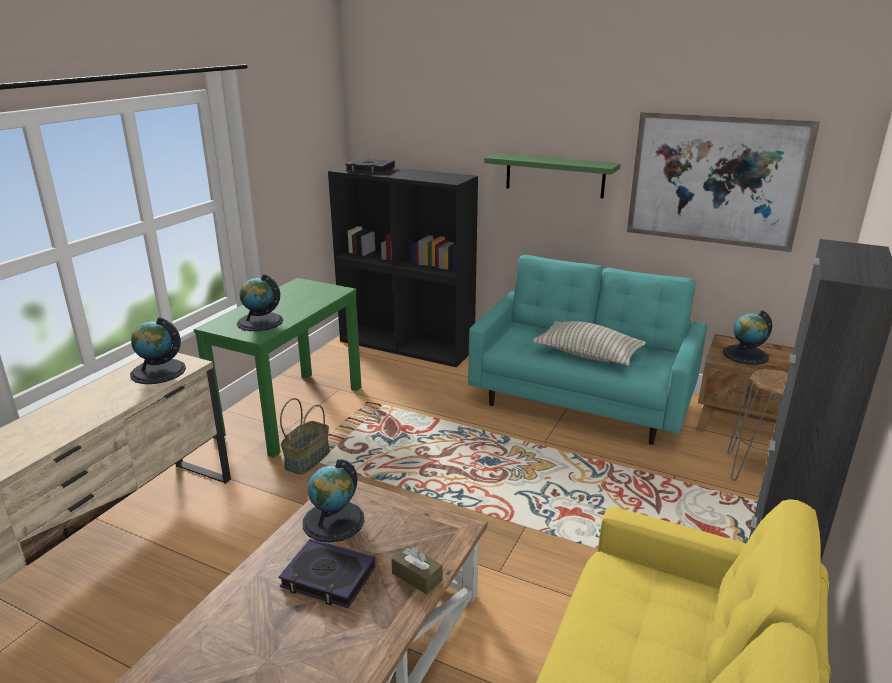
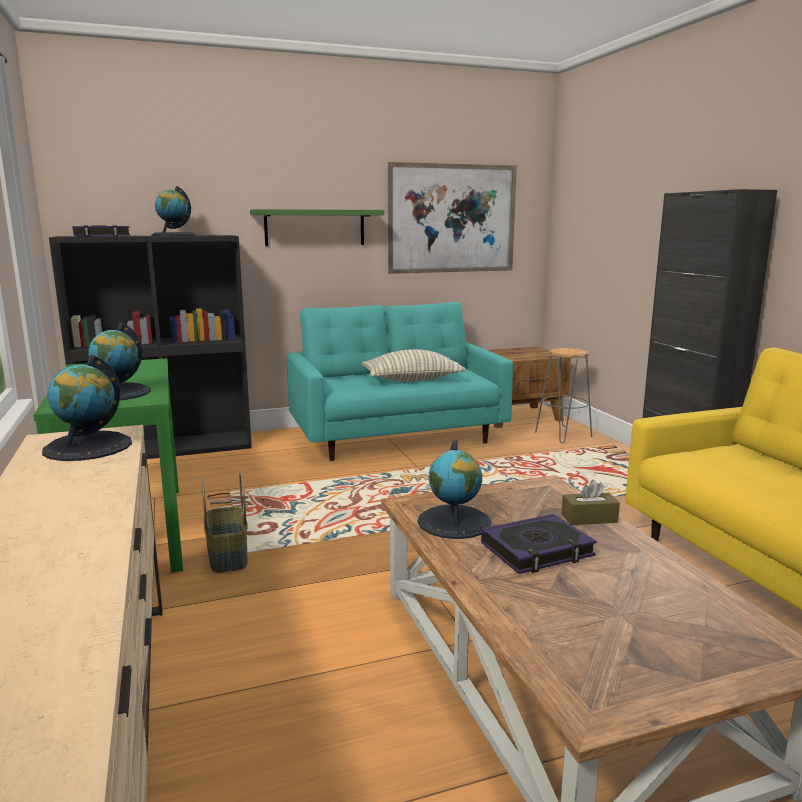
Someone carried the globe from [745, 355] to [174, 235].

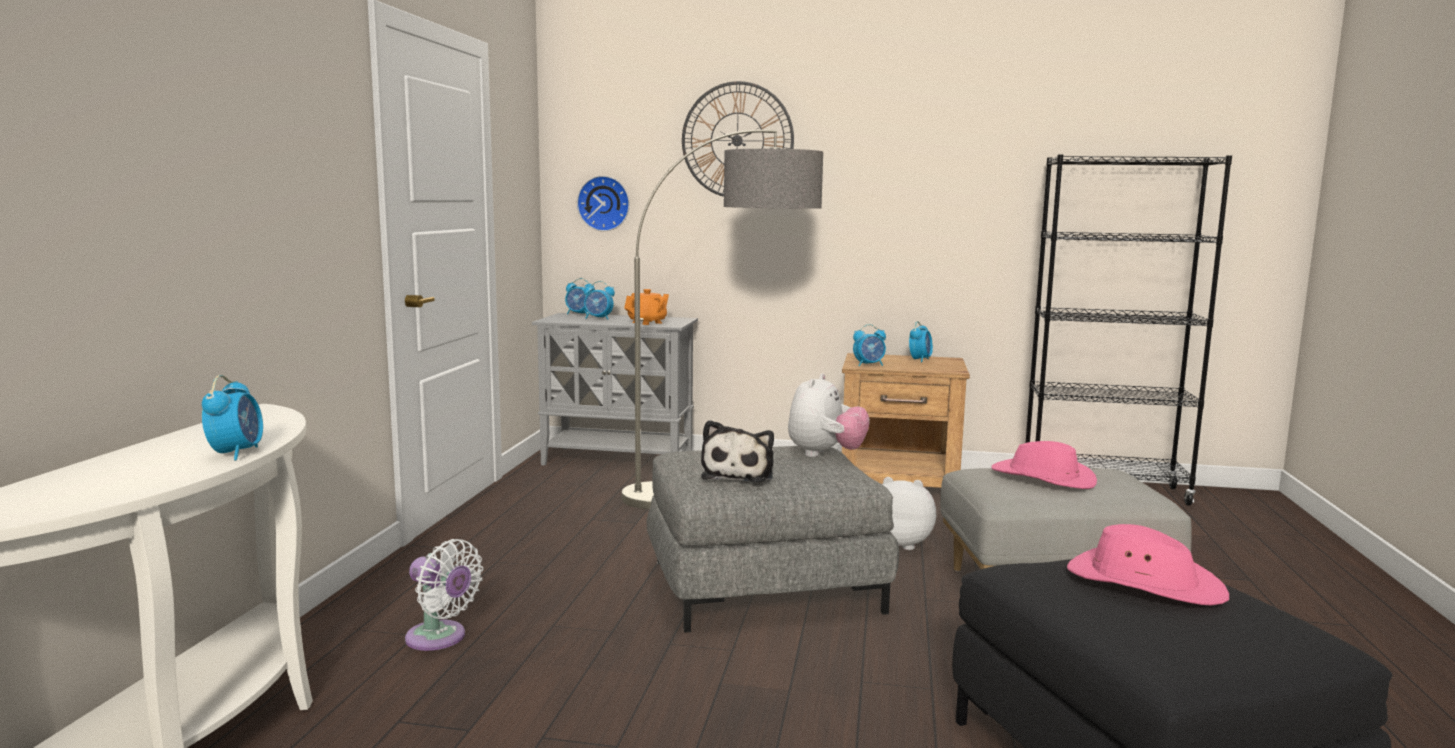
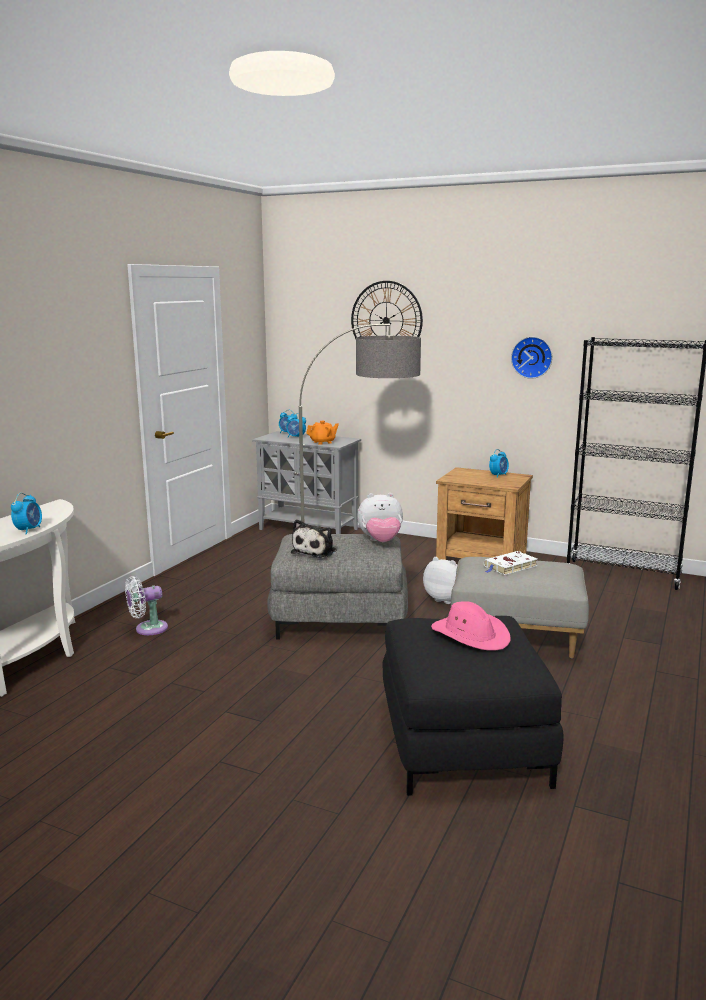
Someone rotated the white cooling fan at [440, 638] by 105 degrees clockwise.
Someone carried the hanging clock from [604, 203] to [532, 357].
Someone rotated the soft toy at [825, 454] by 45 degrees clockwise.
Someone took away the bedside clock at [869, 365].
Someone swapped the pinkish wearable hat at [1042, 478] for the white book at [509, 566].

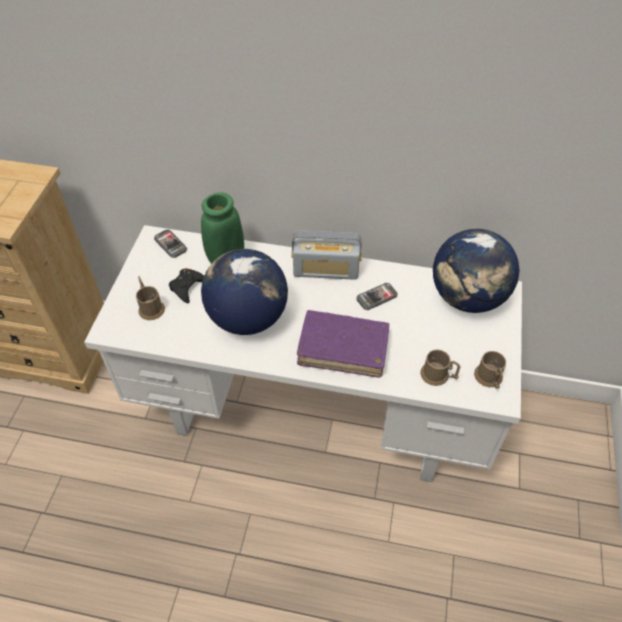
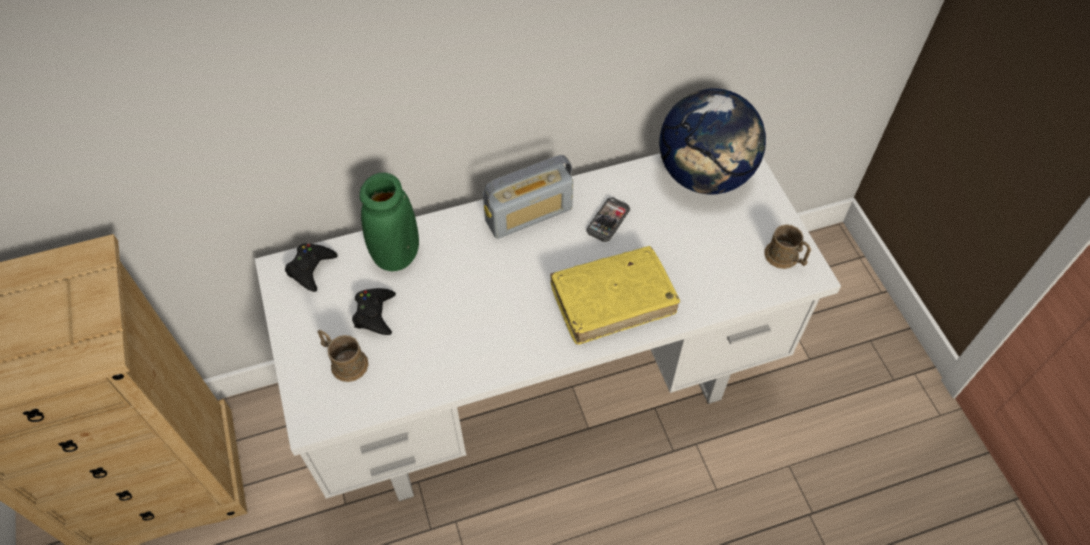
Someone swapped the phone at [170, 244] for the blackish joypad at [311, 268].
Someone took away the globe at [247, 318].
Someone repainted the purple book at [343, 349], which became the yellowish book at [613, 300].
Someone took away the brown coffee mug at [438, 376].

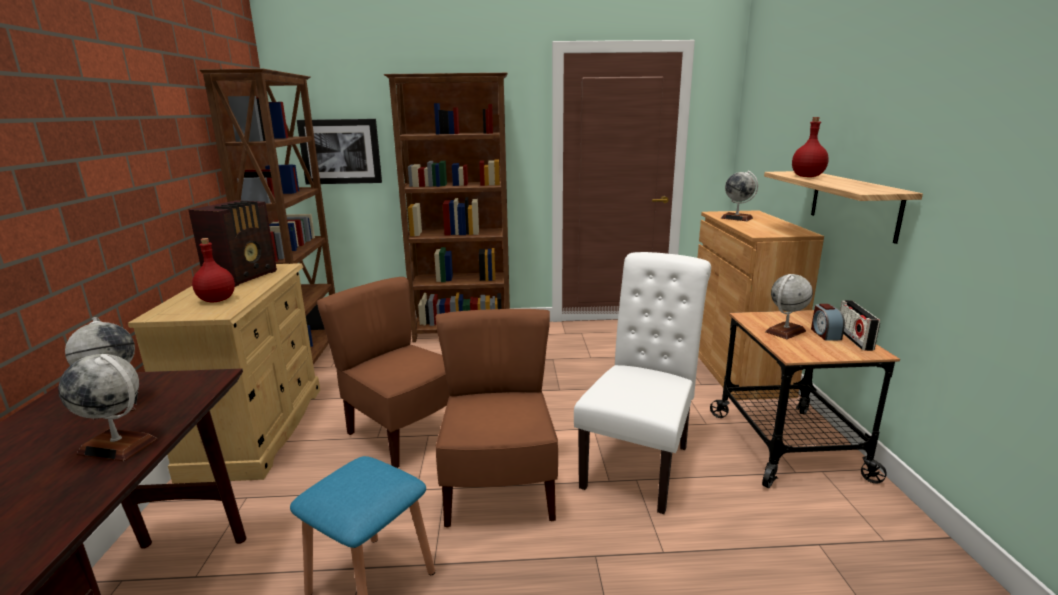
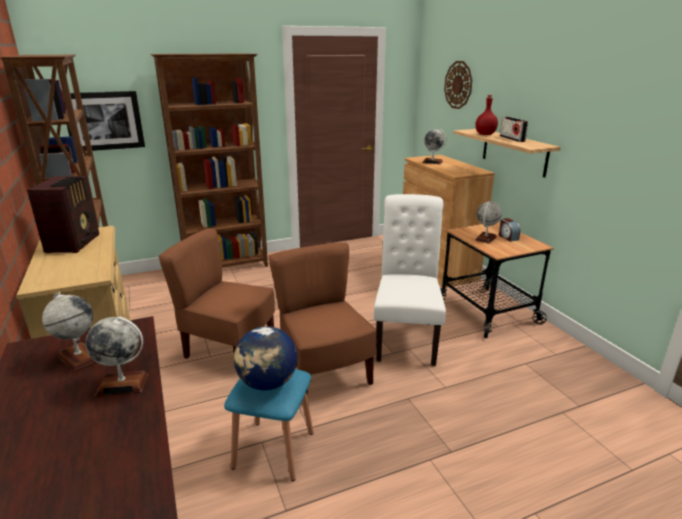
Someone took away the reddish drink bottle at [217, 300].
Someone carried the radio set from [854, 339] to [512, 139].
Someone put down the globe at [267, 383].
Someone put up the hanging clock at [458, 85].

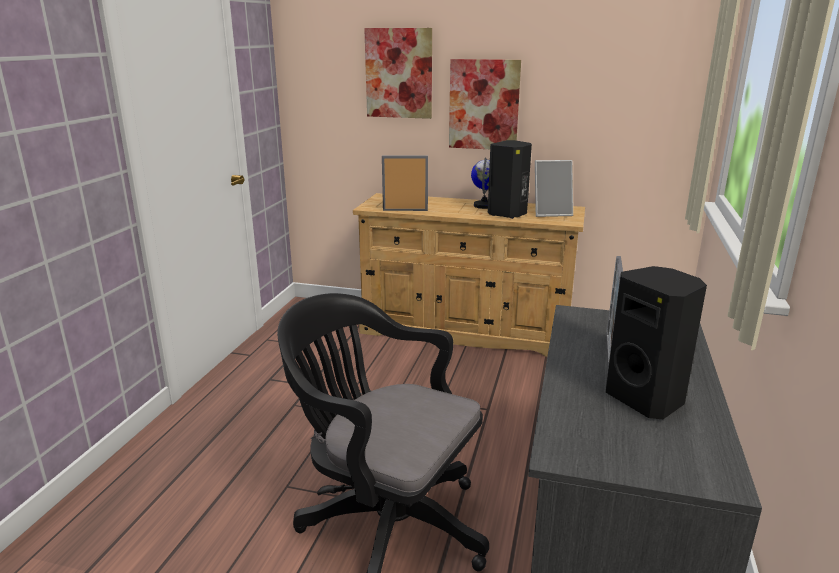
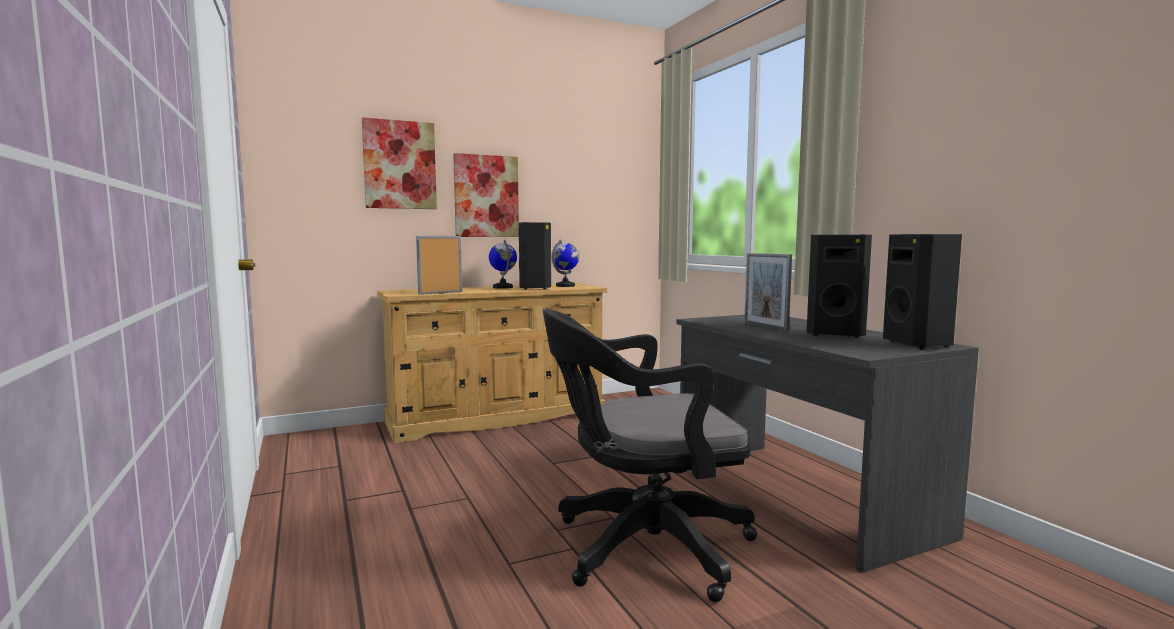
Someone swapped the picture frame at [551, 213] for the globe at [565, 286].
Someone put down the blackish audio speaker at [919, 344].

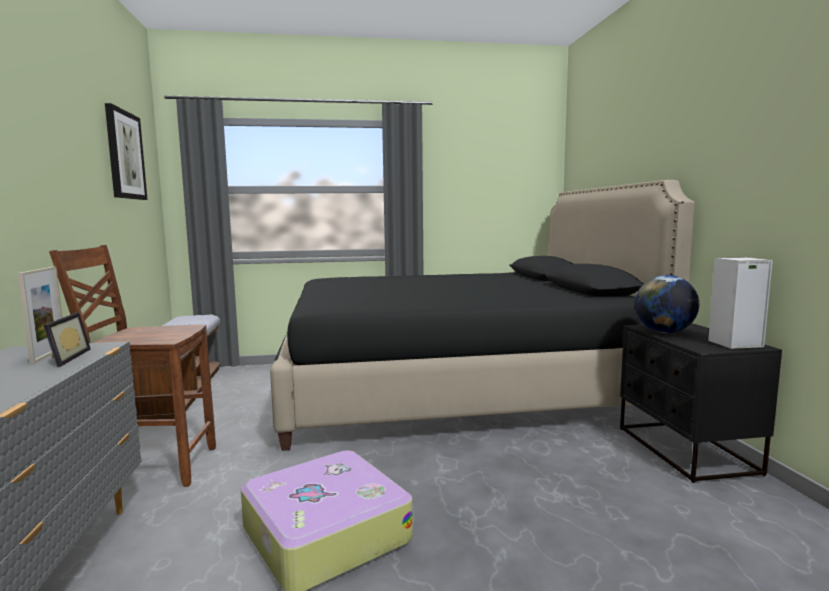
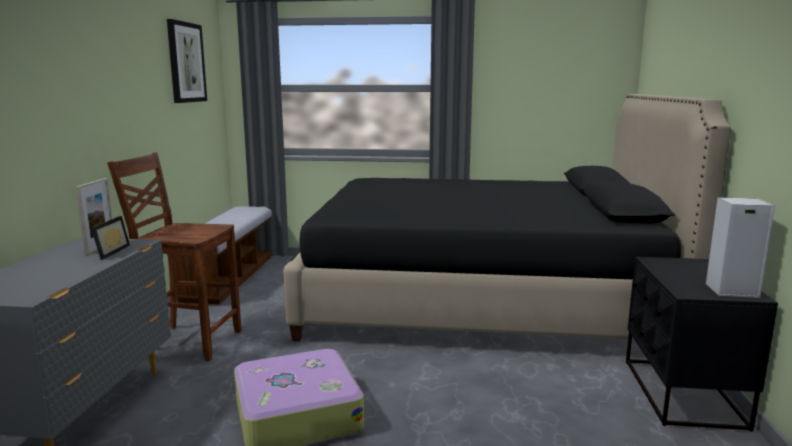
Someone took away the globe at [664, 332].

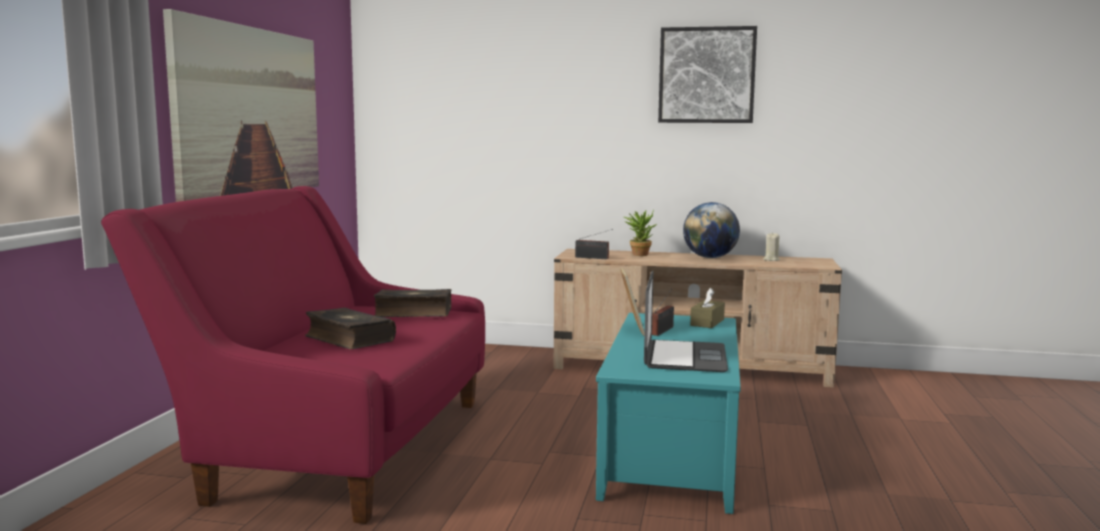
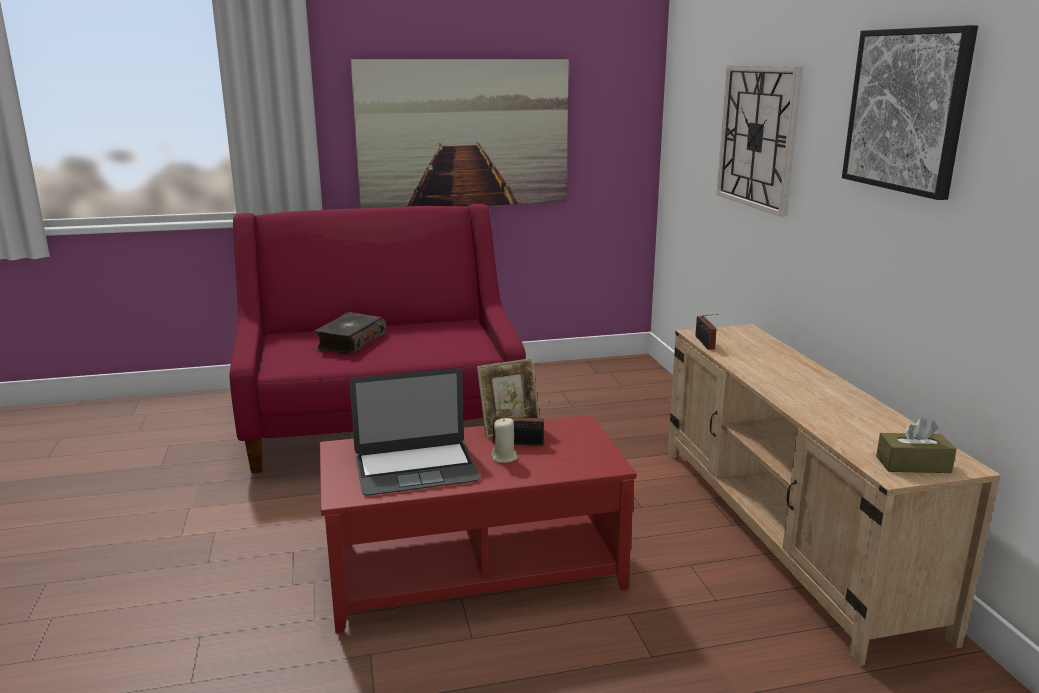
Someone took away the book at [413, 313].
Someone repainted the turquoise-coloured lounge table at [669, 452], which became the reddish lounge table at [474, 568].
Someone took away the plant in a pot at [639, 254].
Someone took away the globe at [710, 257].
Someone carried the brown tissue box from [707, 322] to [913, 464].
Someone carried the beige-coloured wax light from [771, 260] to [504, 457].
Someone put up the hanging clock at [757, 137].

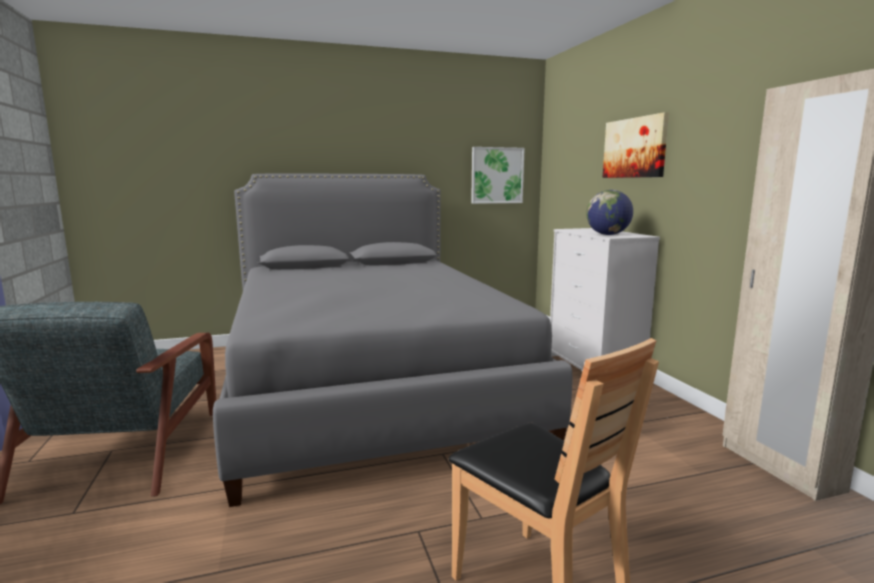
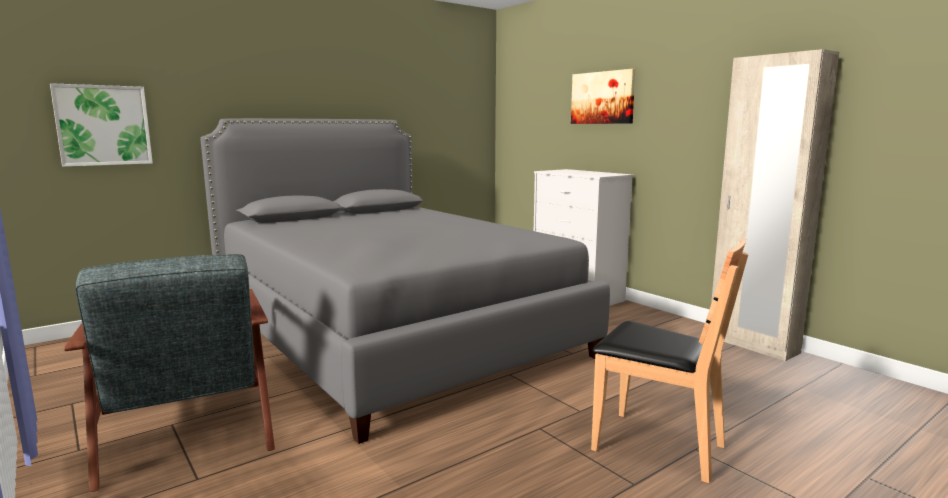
Someone carried the picture from [497, 175] to [103, 125].
Someone took away the globe at [608, 234].

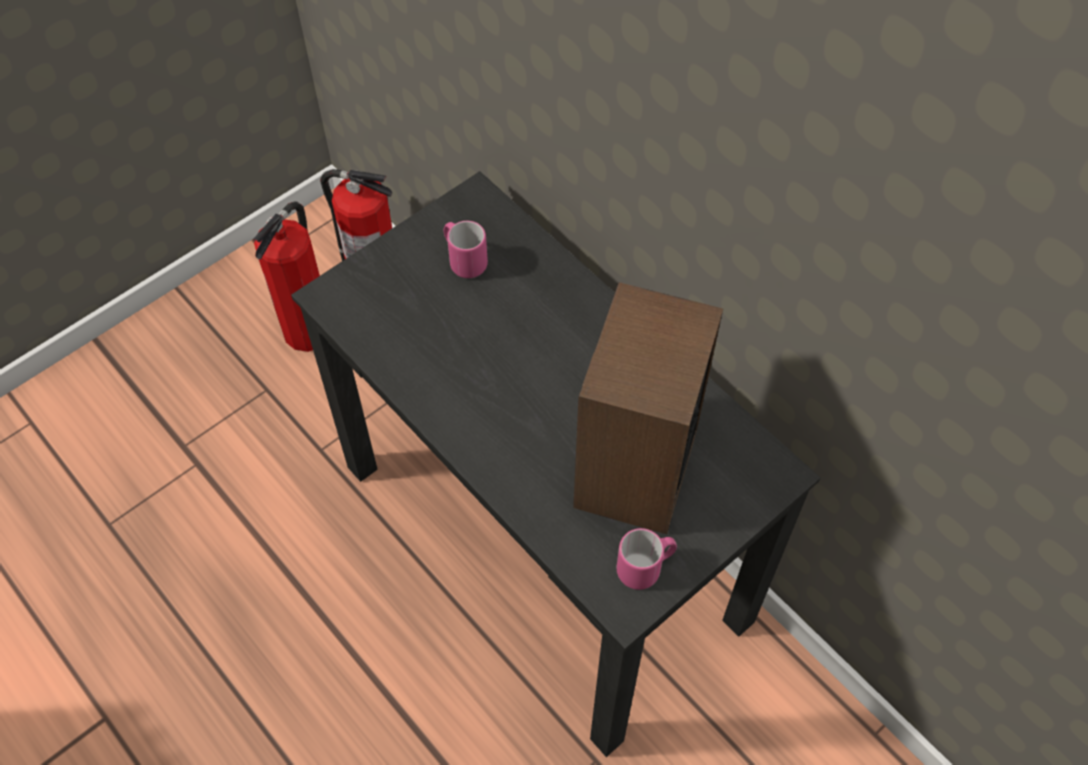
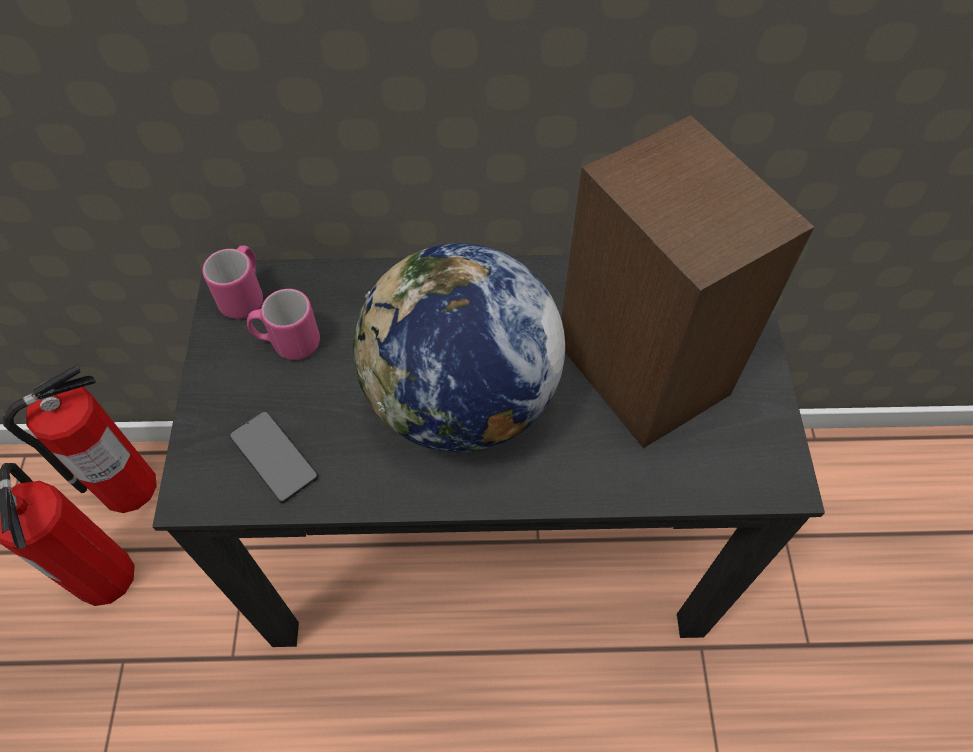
Someone carried the pinkish coffee mug from [645, 567] to [245, 296].
Someone put down the phone at [274, 457].
Someone put down the globe at [461, 401].

